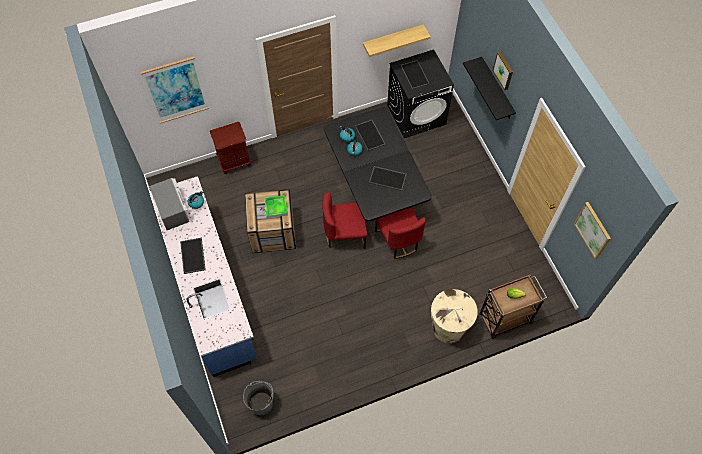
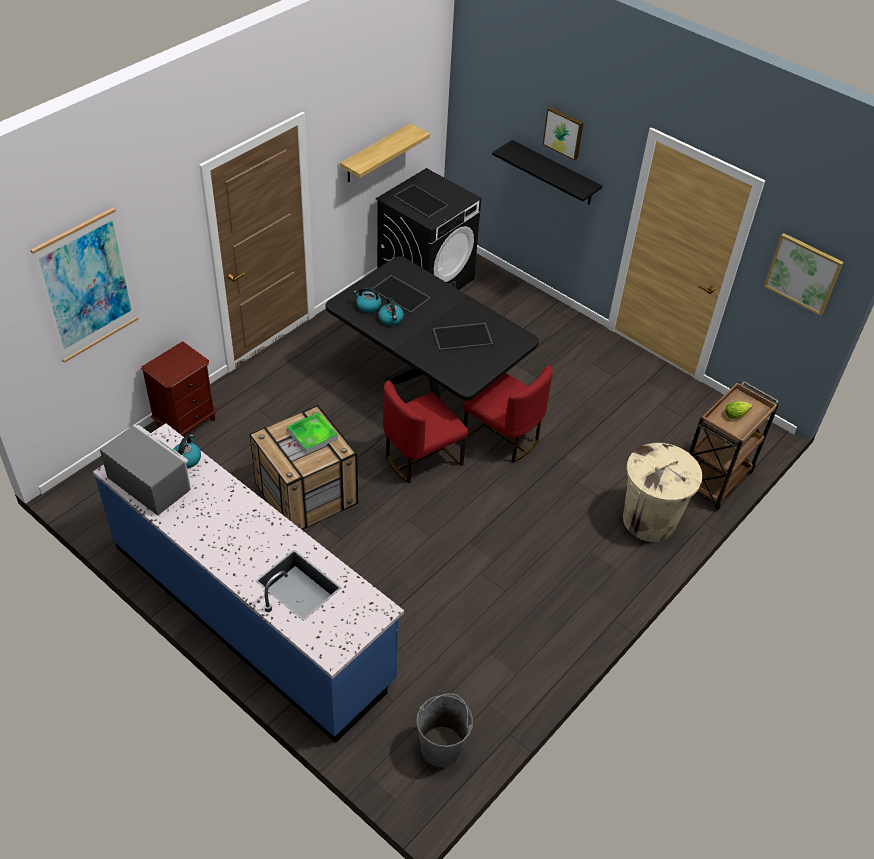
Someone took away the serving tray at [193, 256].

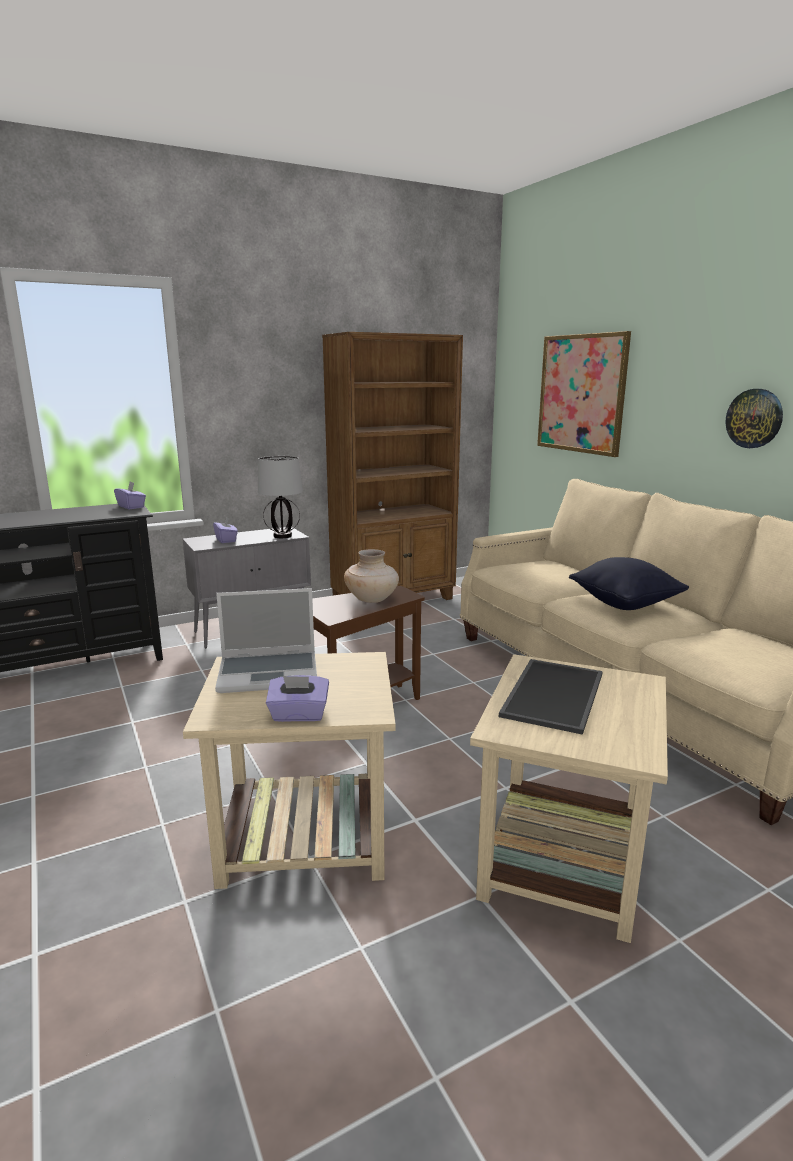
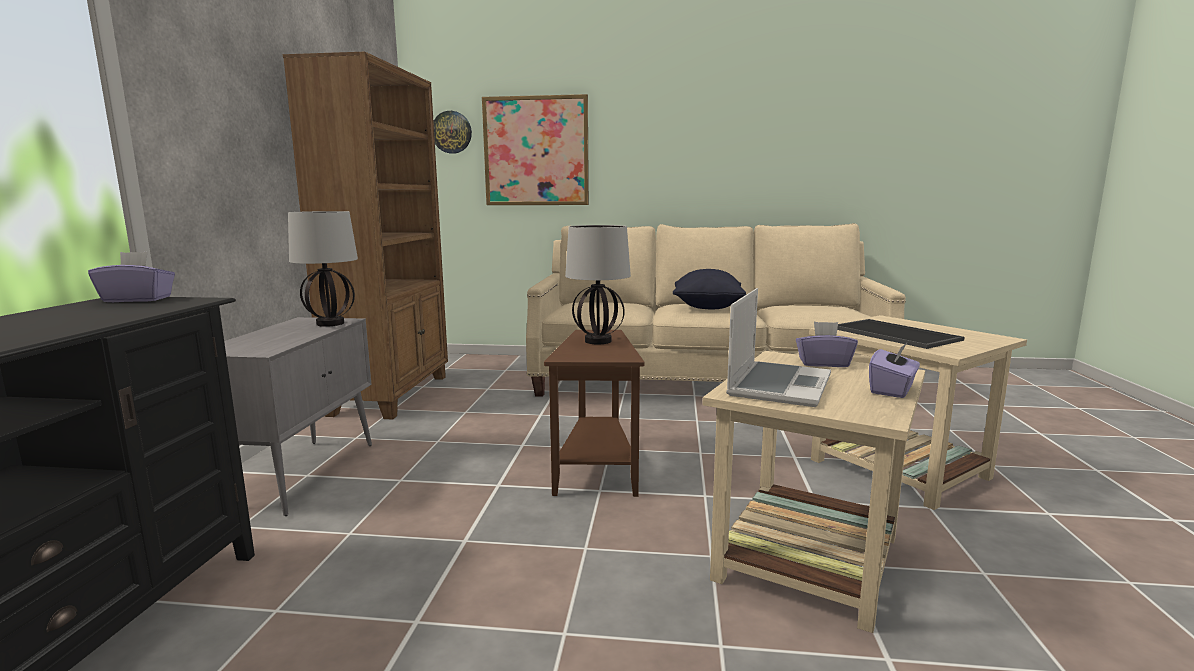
Someone carried the purple tissue box from [226, 540] to [823, 363].
Someone swapped the beige-coloured flower vase at [372, 599] for the tabletop lamp at [598, 341].
Someone carried the hanging clock from [754, 418] to [451, 132].

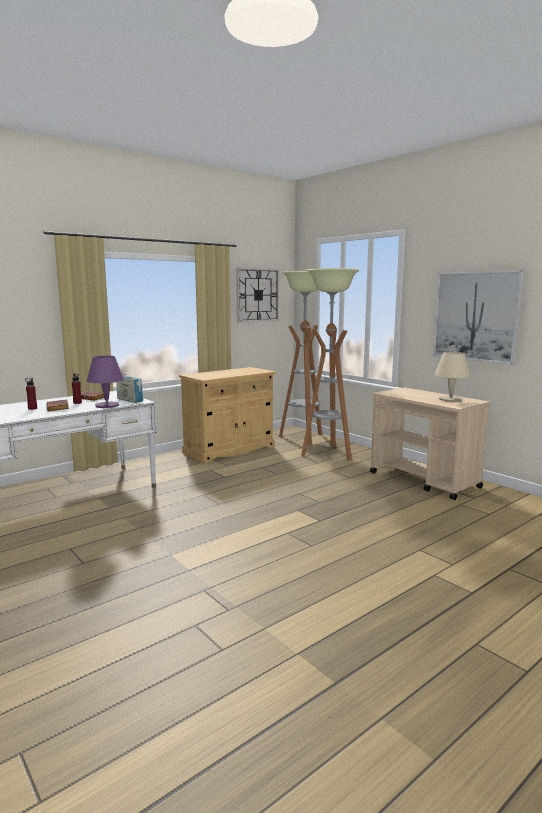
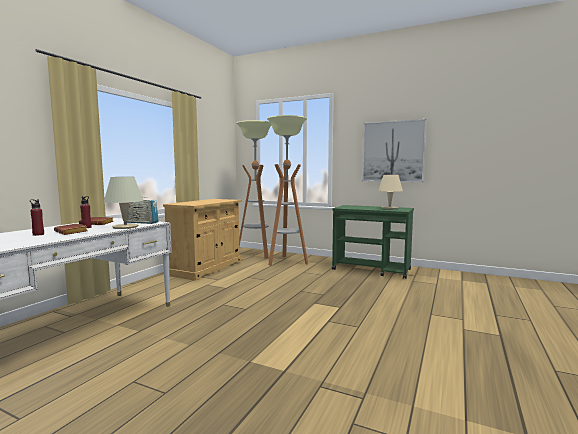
Someone repainted the purple tabletop lamp at [106, 405], which became the beige-coloured tabletop lamp at [125, 227].
Someone took away the hanging clock at [257, 295].
Someone repainted the beige-coloured cart at [424, 480], which became the green-coloured cart at [372, 270].

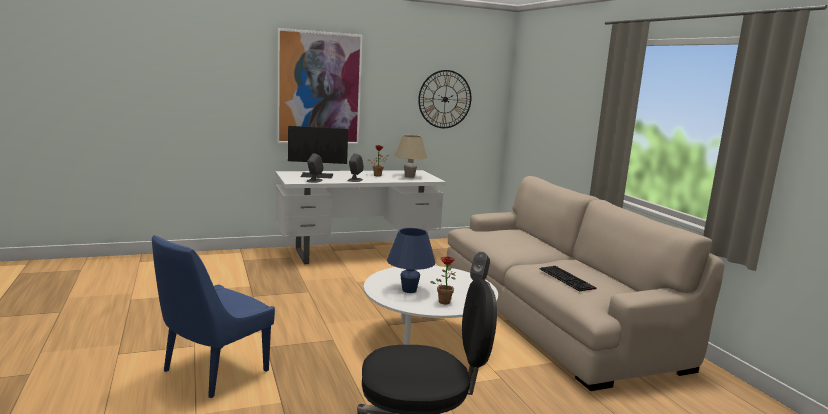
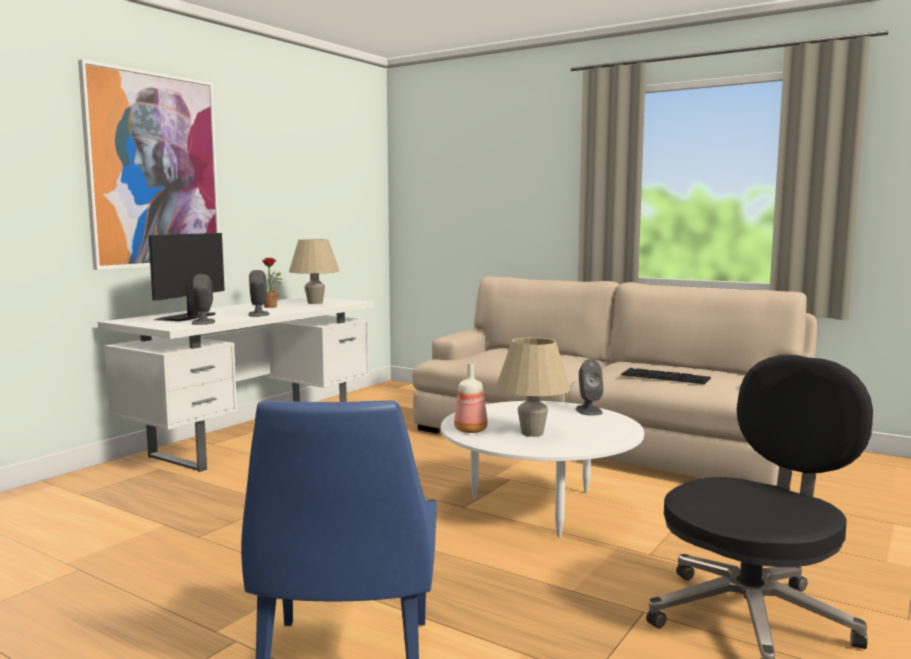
Someone rotated the computer screen at [317, 175] by 150 degrees clockwise.
Someone repainted the blue tabletop lamp at [409, 290], which became the beige-coloured tabletop lamp at [532, 433].
Someone took away the hanging clock at [445, 99].
Someone took away the plant in a pot at [444, 301].
Someone put down the drink bottle at [471, 430].

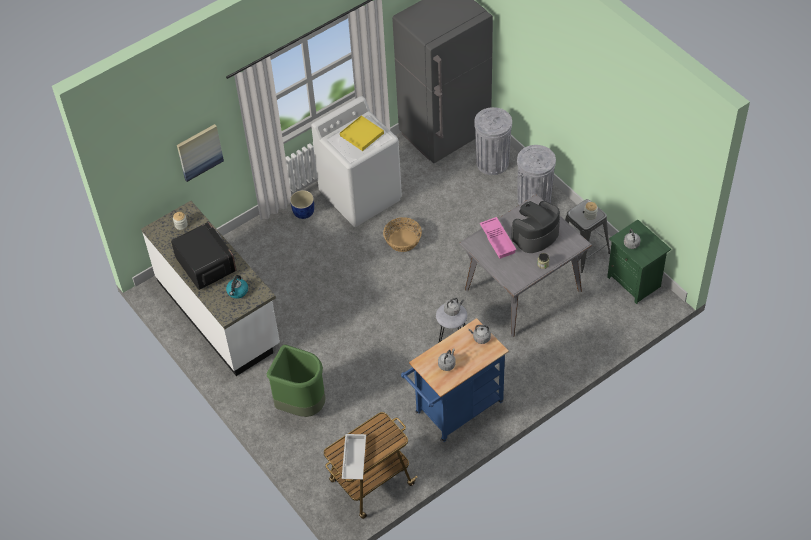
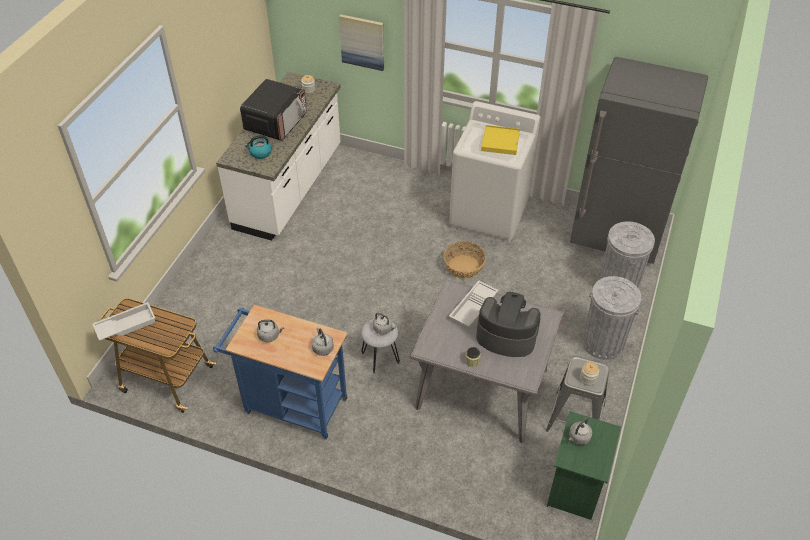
Someone took away the green-coloured rubbish bin at [301, 405].
Someone took away the blue flower pot at [303, 212].
Someone repainted the pinkish serving tray at [498, 240], which became the white serving tray at [473, 308].

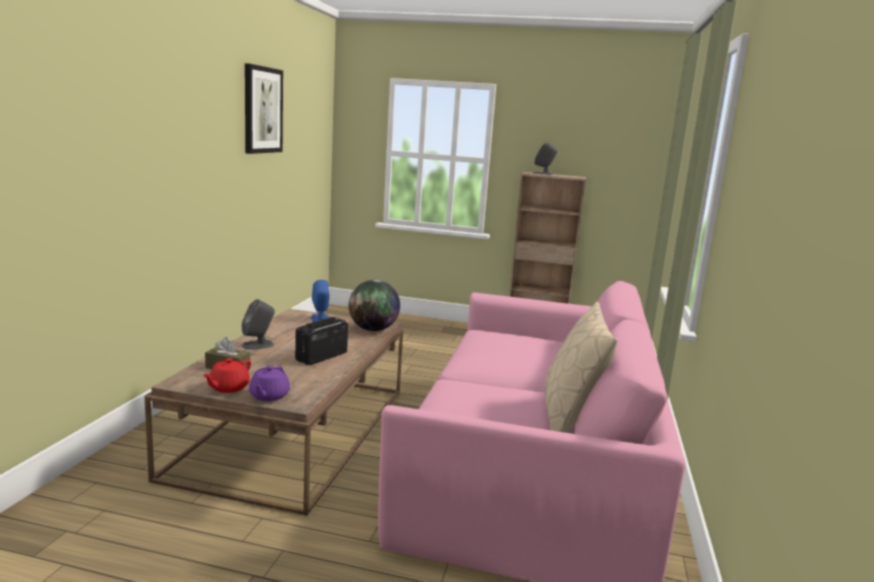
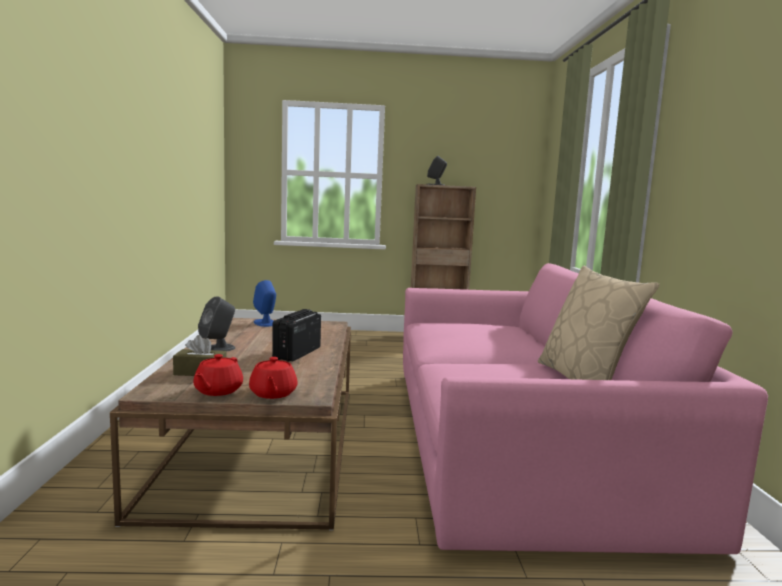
Someone took away the picture at [262, 110].
Someone repainted the purple tea pot at [268, 396], which became the reddish tea pot at [272, 393].
Someone took away the globe at [373, 329].

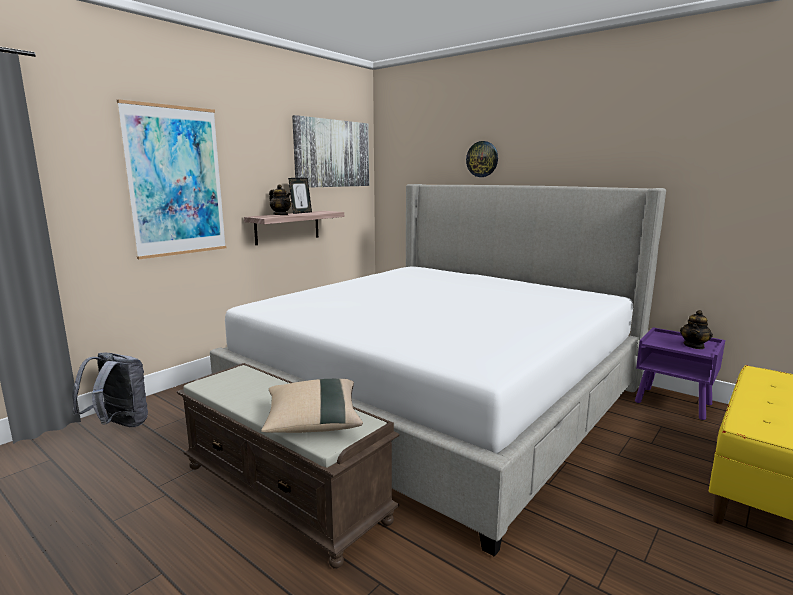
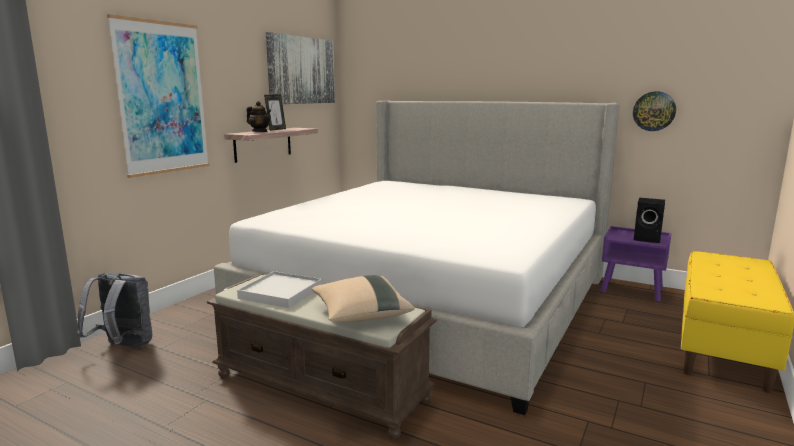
Someone carried the hanging clock from [482, 159] to [654, 111].
Someone swapped the tea pot at [694, 346] for the blackish audio speaker at [648, 239].
Someone put down the white serving tray at [281, 292].

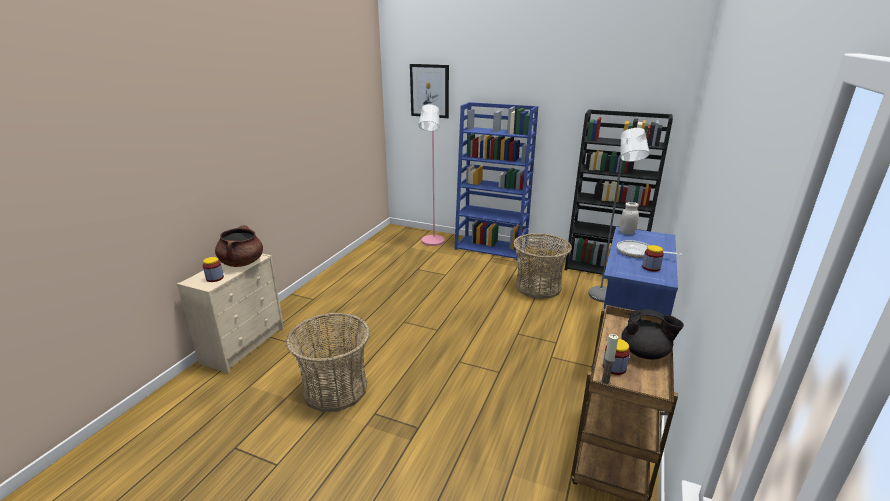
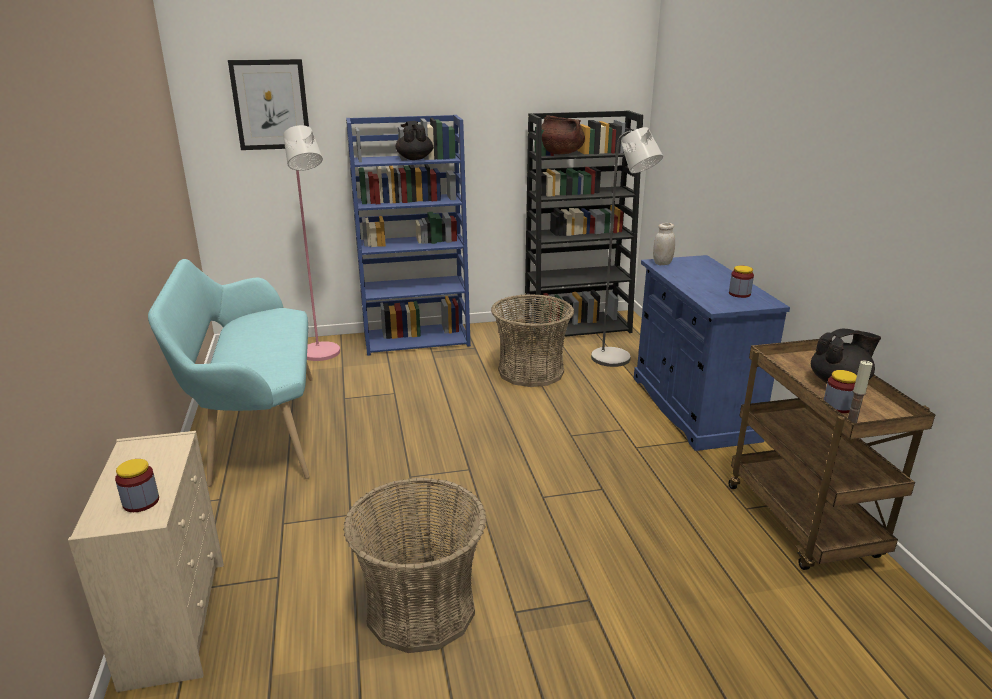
Someone carried the brown stockpot from [242, 262] to [559, 153].
Someone took away the pan at [637, 252].
Someone put down the turquoise-coloured bench at [256, 429].
Someone put down the blackish tea pot at [414, 158].

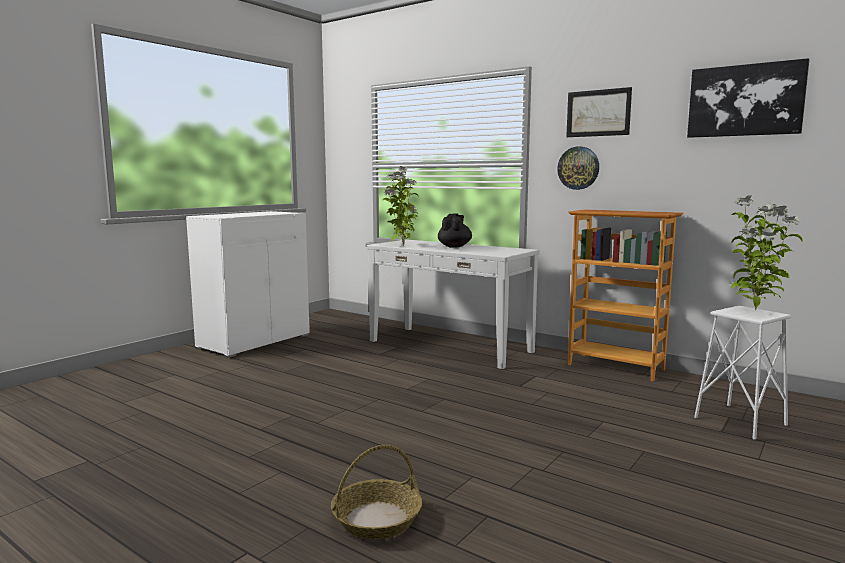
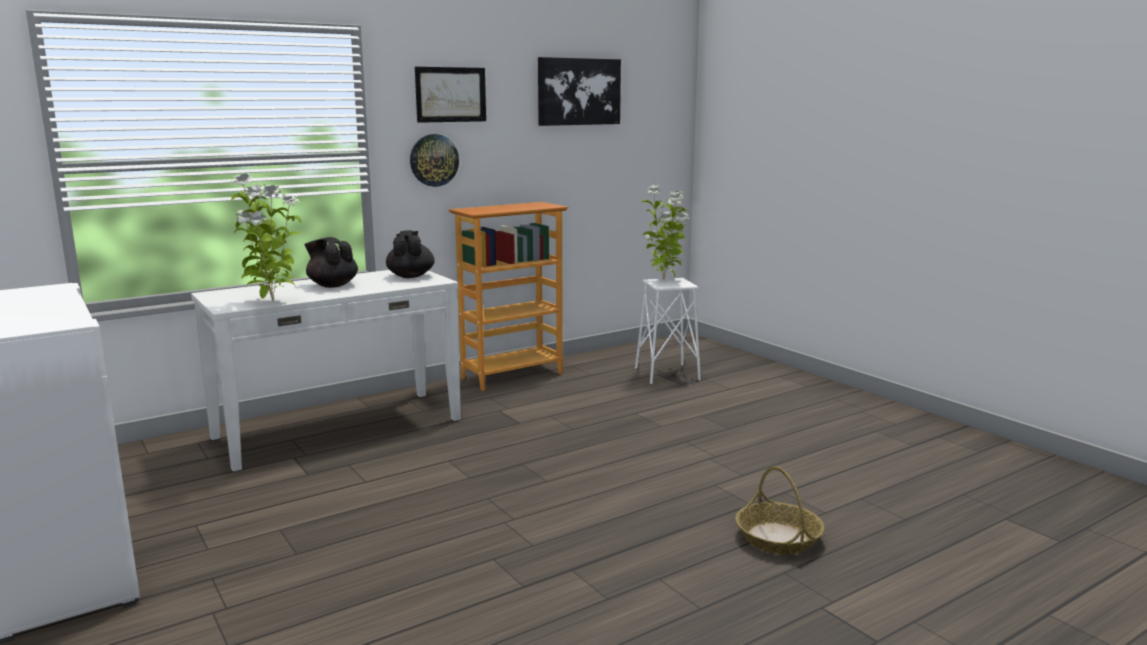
Someone put down the blackish tea pot at [410, 276].

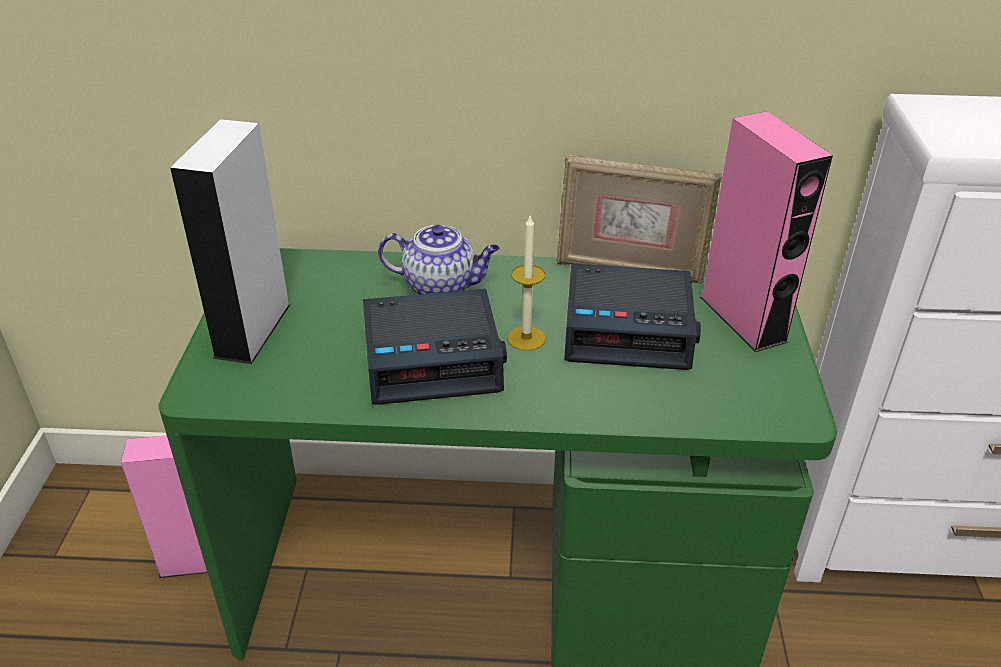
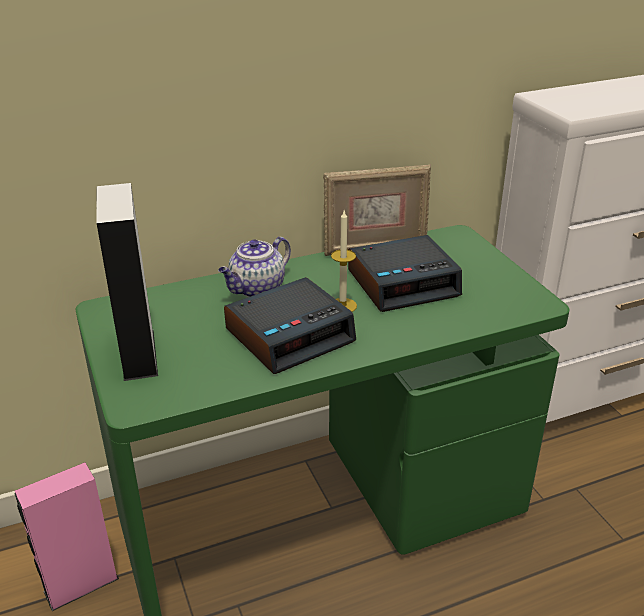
Someone rotated the tea pot at [441, 287] by 150 degrees clockwise.
Someone took away the pinkish audio speaker at [743, 319].

